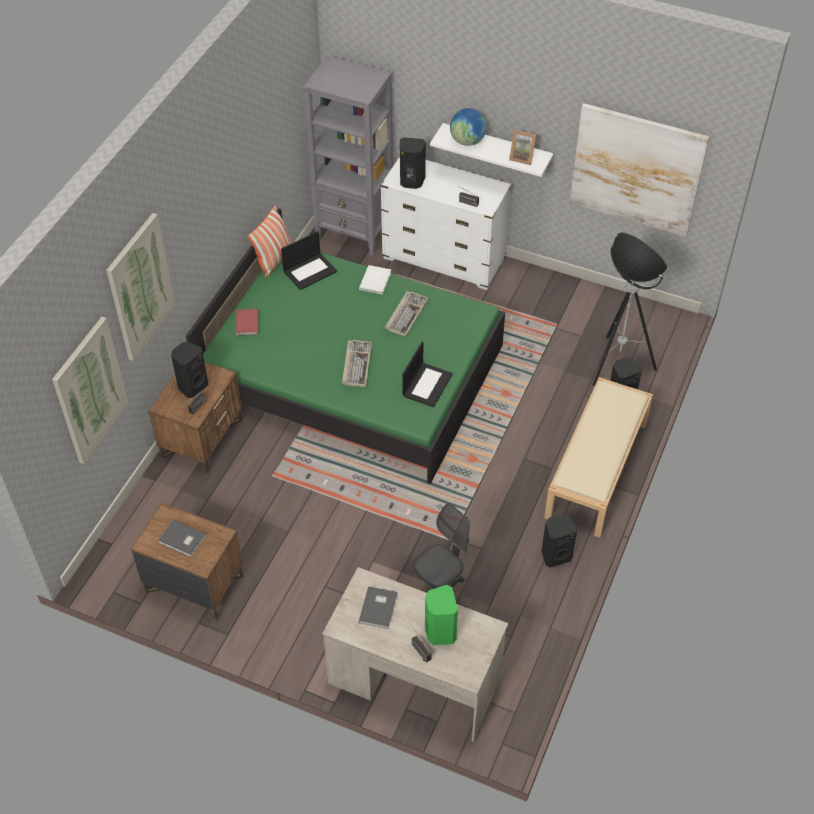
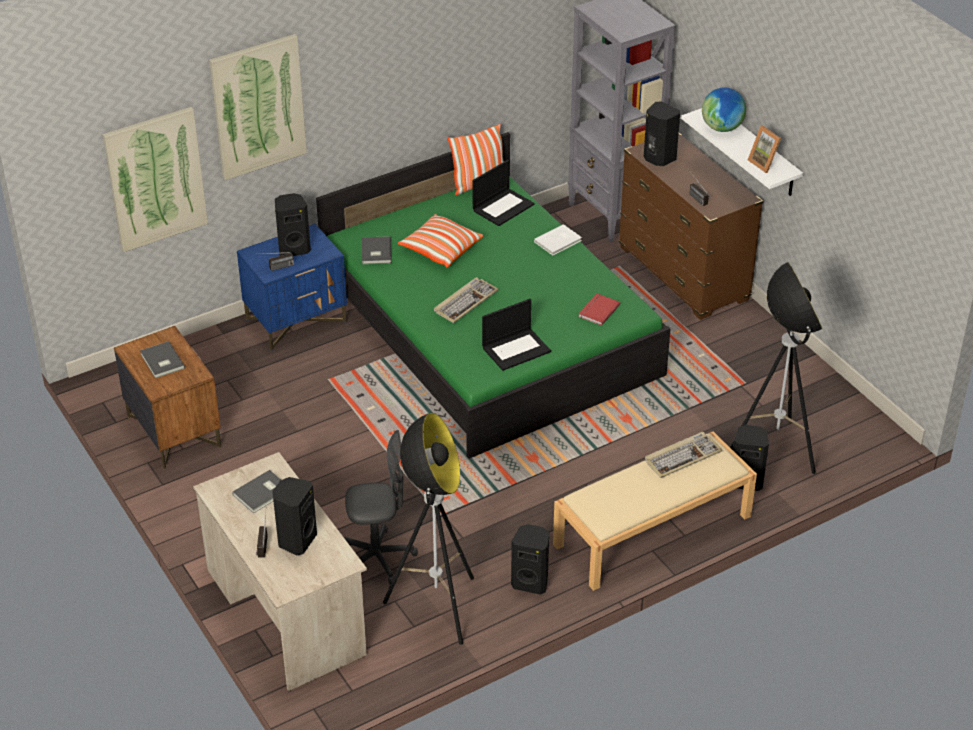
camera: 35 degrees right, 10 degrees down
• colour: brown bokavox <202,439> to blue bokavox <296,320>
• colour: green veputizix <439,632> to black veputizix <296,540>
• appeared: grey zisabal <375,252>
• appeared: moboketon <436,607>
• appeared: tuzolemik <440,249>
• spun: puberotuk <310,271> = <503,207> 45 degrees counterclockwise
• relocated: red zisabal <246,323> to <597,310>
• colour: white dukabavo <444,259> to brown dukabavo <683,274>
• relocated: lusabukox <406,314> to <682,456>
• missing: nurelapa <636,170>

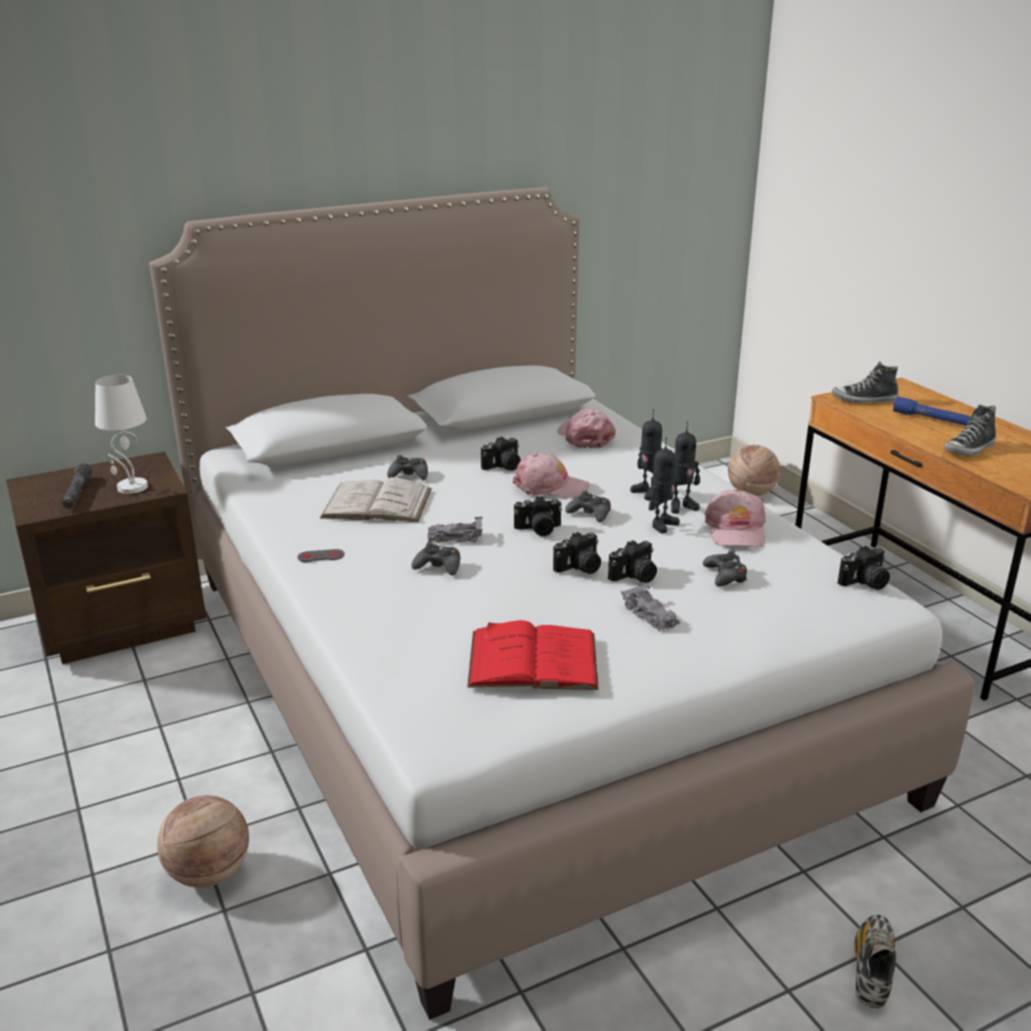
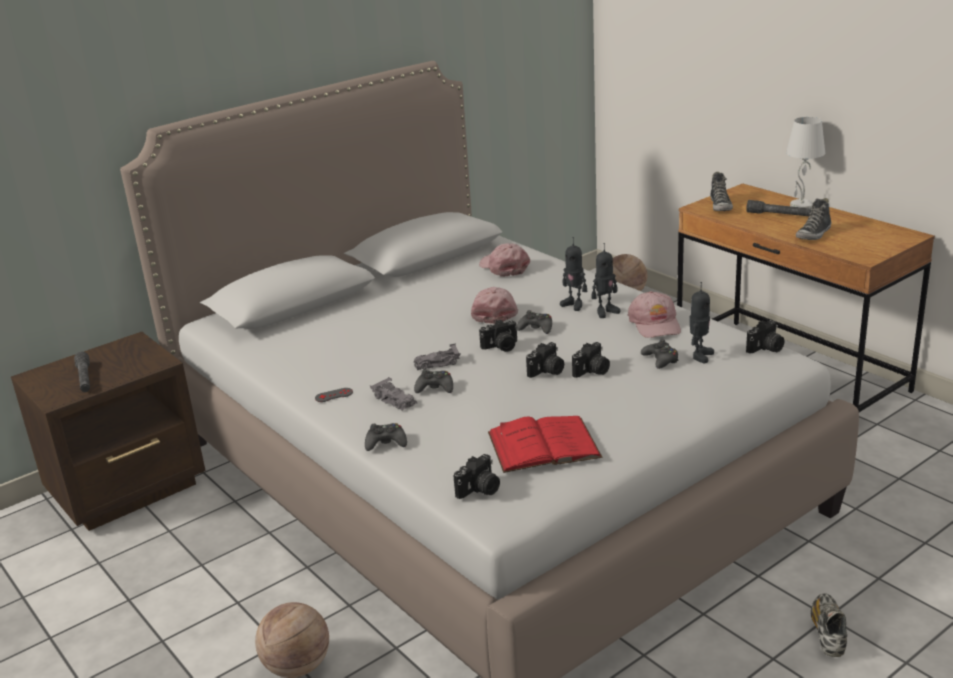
camera: 10 degrees left, 0 degrees up
• relocated: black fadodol <409,475> to <386,443>
• relocated: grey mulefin <651,615> to <395,400>
• relocated: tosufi <503,467> to <479,490>
• spun: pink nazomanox <550,487> = <494,312> 90 degrees counterclockwise
• relocated: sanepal <661,525> to <700,356>
• spun: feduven <864,400> = <720,206> 75 degrees counterclockwise
• colour: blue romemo <932,420> to grey romemo <778,215>
• relocated: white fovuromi <131,487> to <801,206>
• missing: white zisabal <377,503>

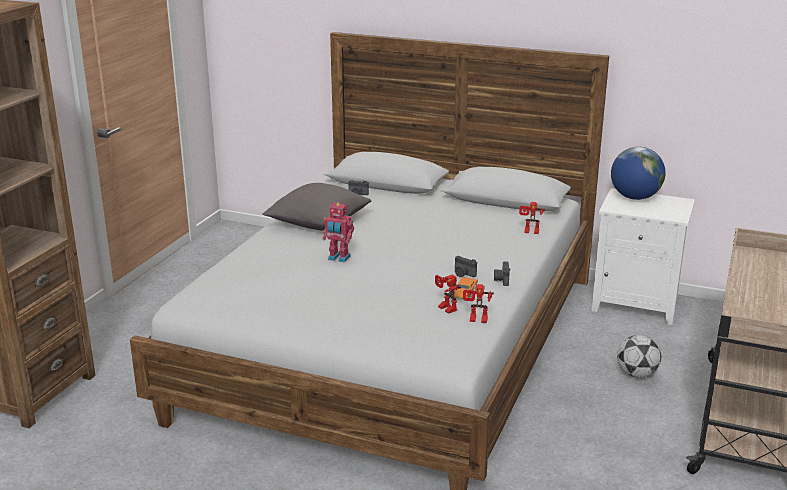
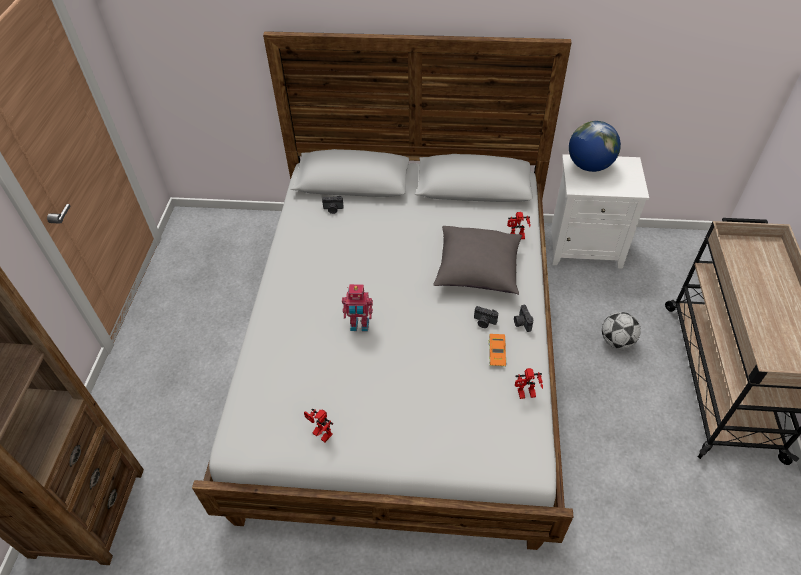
camera: 15 degrees left, 25 degrees up
• relocated: sanepal <444,308> to <319,434>
• relocated: grey tuzolemik <318,223> to <477,271>

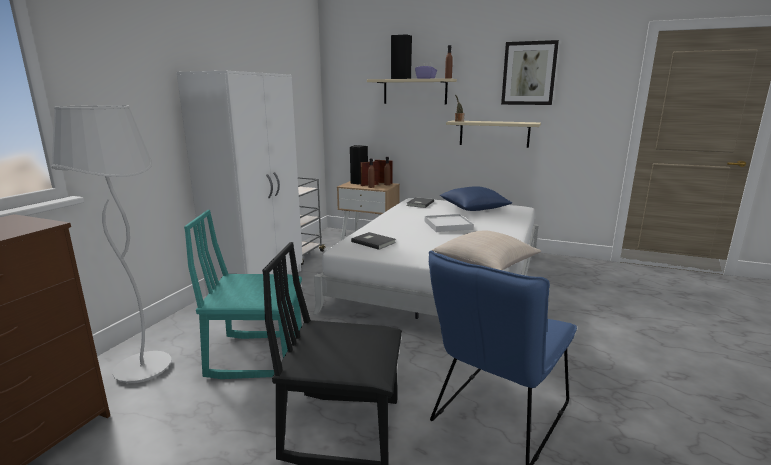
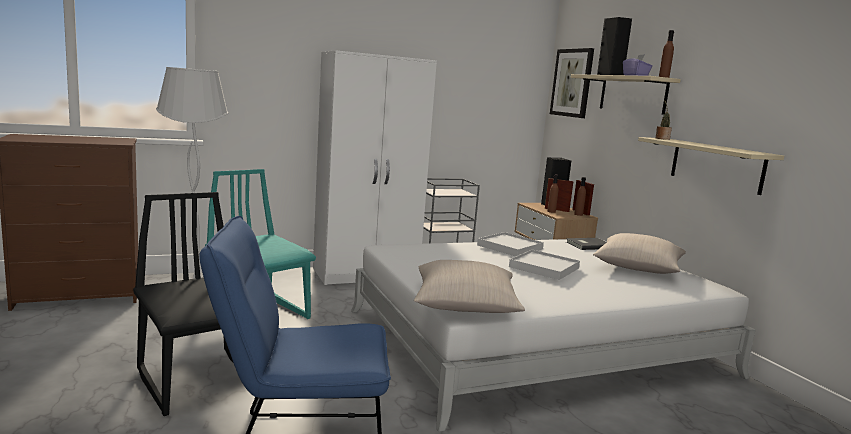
camera: 45 degrees right, 5 degrees down
• appeared: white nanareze <510,247>
• relocated: nurelapa <529,73> to <572,83>
• colour: blue tuzolemik <474,208> to beige tuzolemik <638,267>
• missing: grey zisabal <373,242>

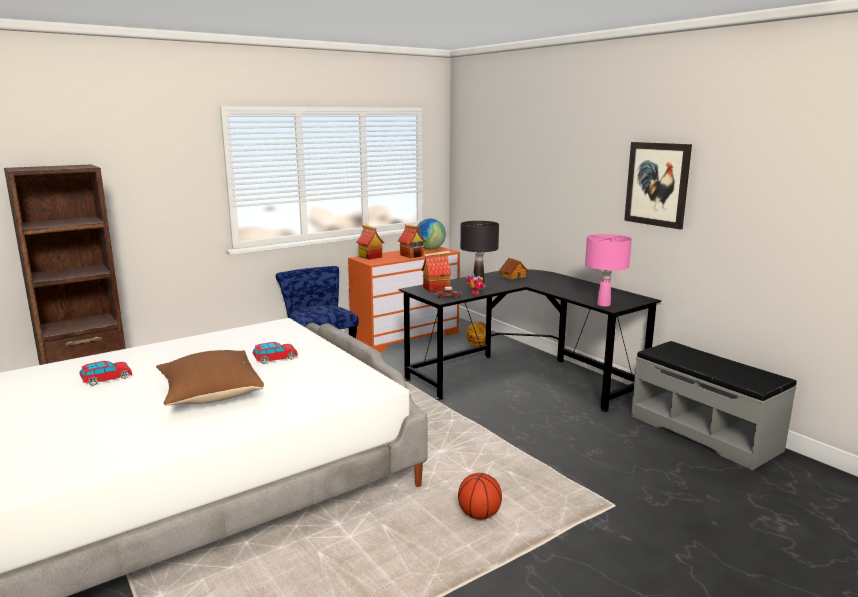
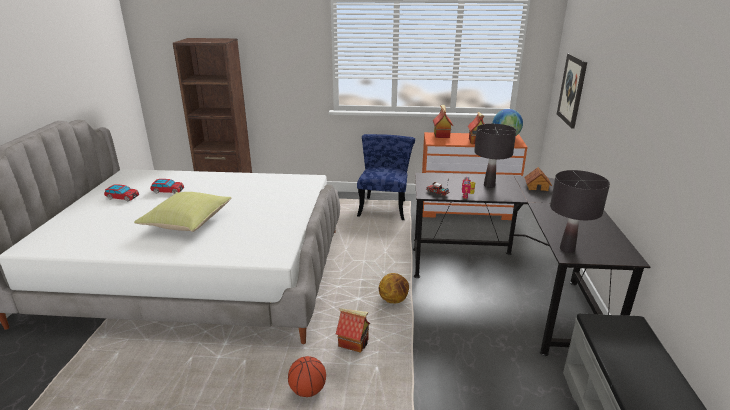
camera: 40 degrees right, 10 degrees up
• relocated: mulefin <275,359> to <122,197>
• colour: brown tuzolemik <210,395> to yellow tuzolemik <187,223>
• relocated: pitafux <436,288> to <354,343>
• relocated: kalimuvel <478,346> to <394,300>
• colour: pink fovuromi <603,305> to black fovuromi <567,249>
• relocated: nurelapa <657,184> to <572,90>

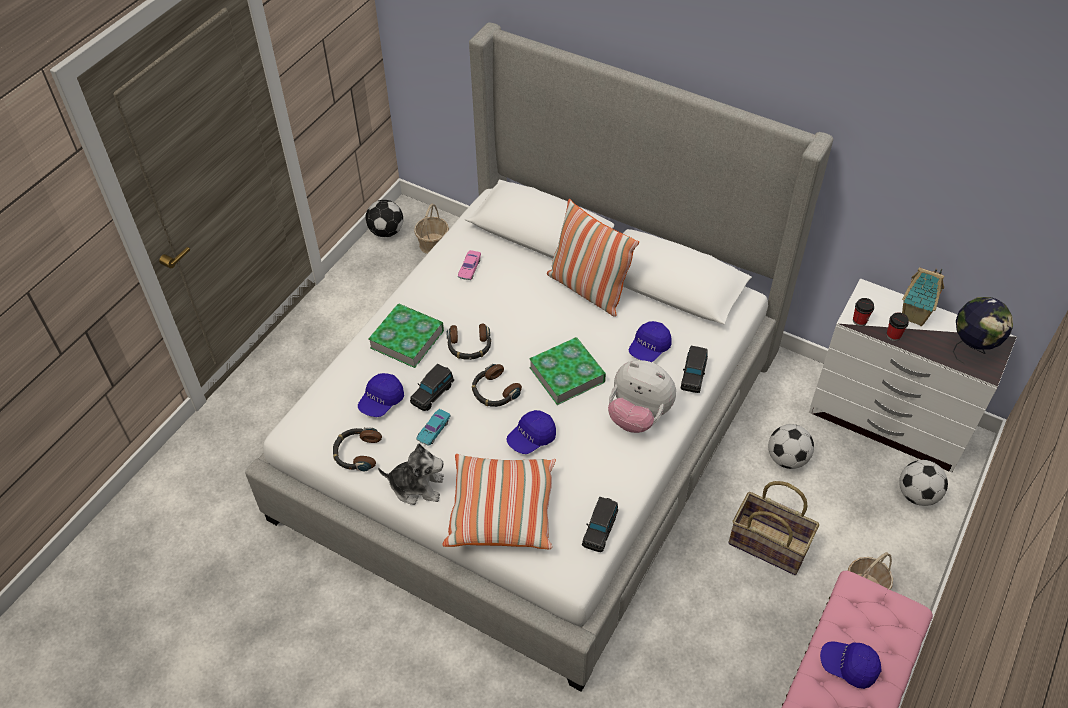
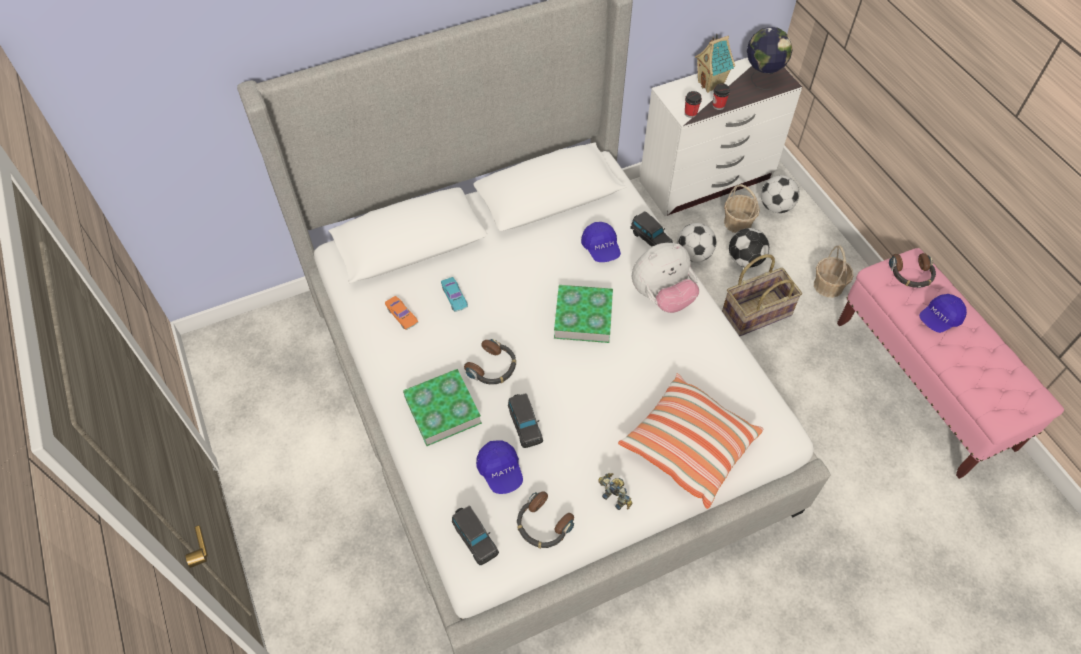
camera: 55 degrees left, 5 degrees up
• colour: pink mulefin <469,268> to orange mulefin <402,315>
• relocated: turquoise mulefin <434,430> to <454,297>
• relocated: black mulefin <600,529> to <475,538>
• exchanged: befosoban <417,486> to sanepal <616,496>
• relocated: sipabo <433,244> to <737,222>
• relocated: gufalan <387,232> to <745,259>
• relocated: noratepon <494,391> to <911,274>
• missing: blue nazomanox <531,438>
• missing: tuzolemik <587,289>

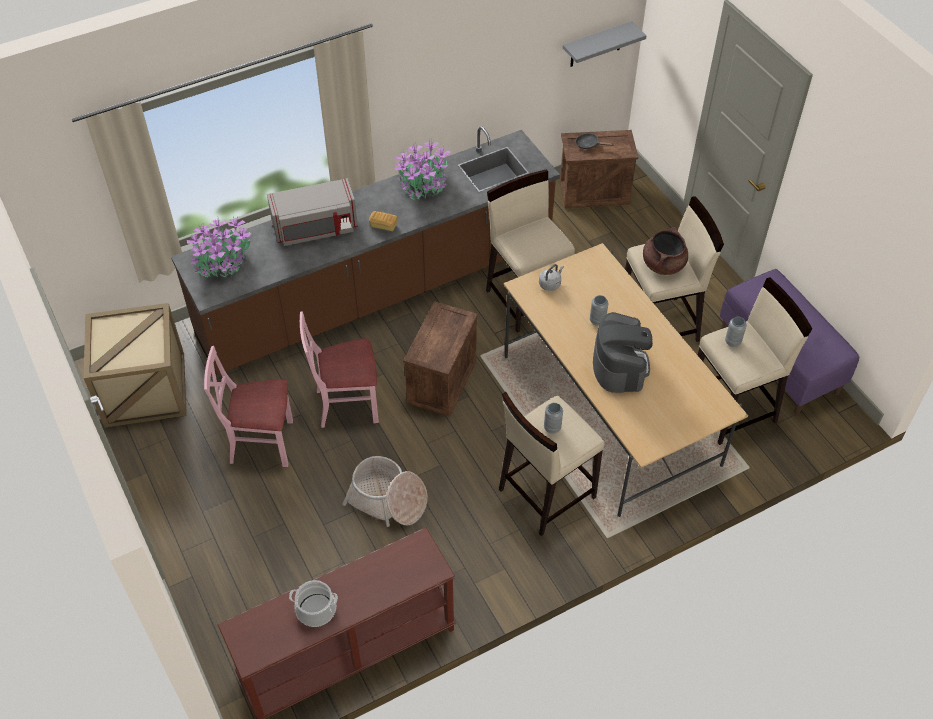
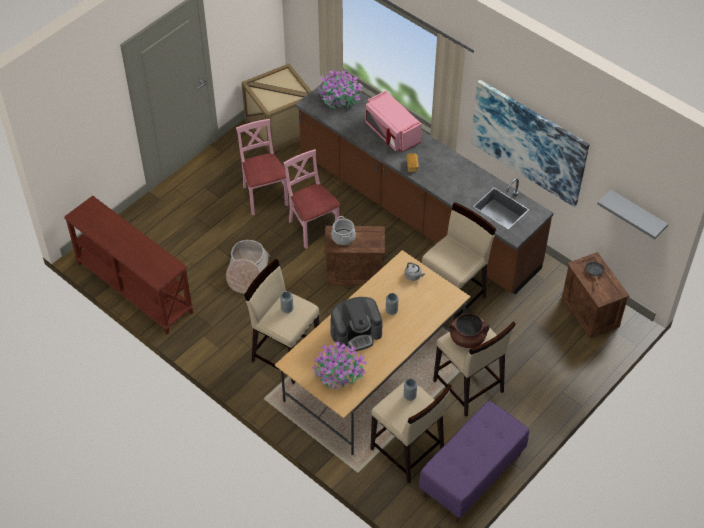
camera: 70 degrees right, 0 degrees up
• relocated: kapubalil <423,185> to <339,375>
• relocated: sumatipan <316,610> to <343,237>
• colour: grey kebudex <315,229> to pink kebudex <391,133>
• appeared: nurelapa <529,142>

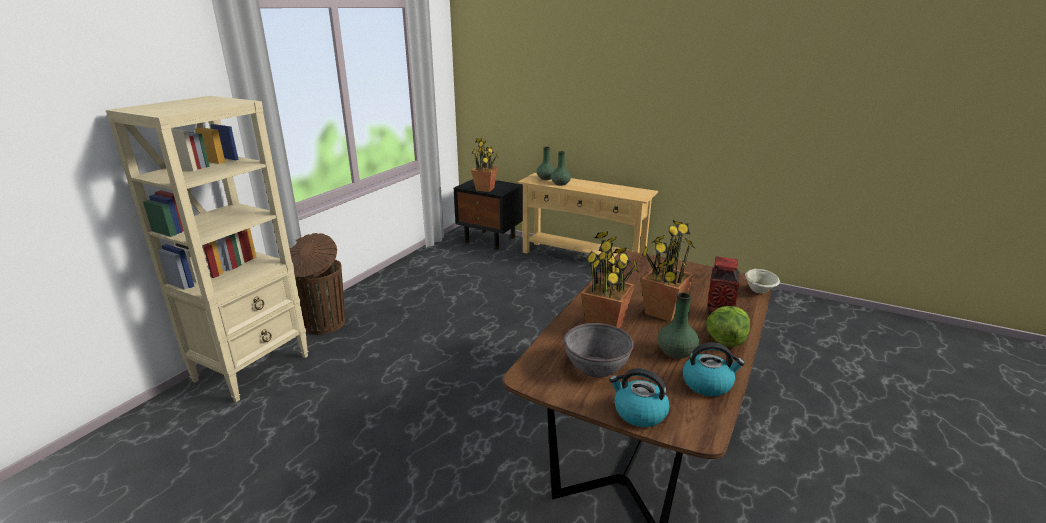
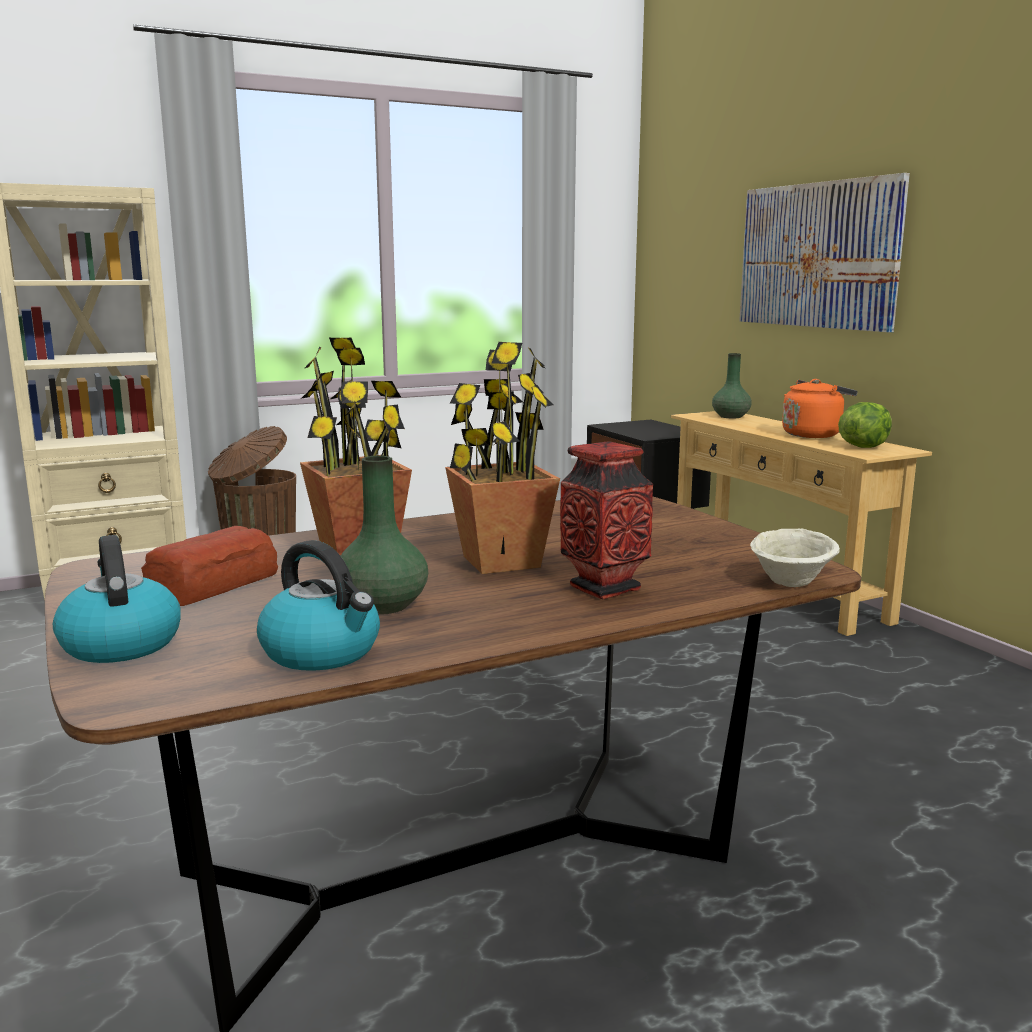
camera: 35 degrees right, 10 degrees down
• exchanged: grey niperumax <596,366> to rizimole <215,584>
• appeared: nurelapa <817,255>
• appeared: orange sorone <813,434>
• relocated: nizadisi <725,341> to <863,447>
• missing: kapubalil <485,189>
• missing: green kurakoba <560,184>

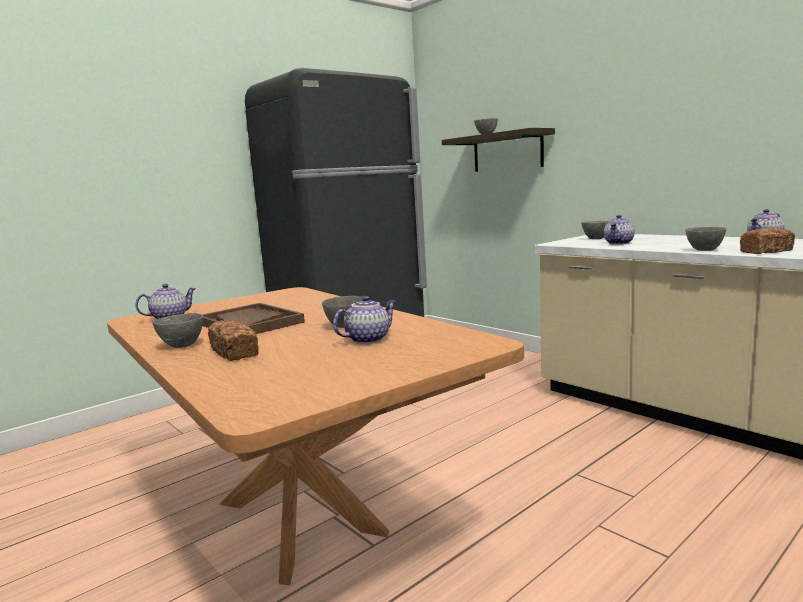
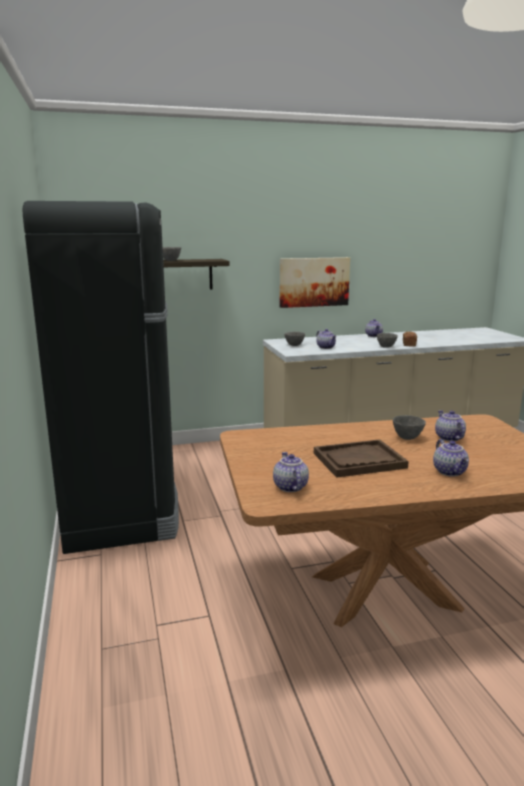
camera: 65 degrees left, 5 degrees up
• appeared: nurelapa <314,282>
• exchanged: rizimole <234,353> to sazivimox <450,472>
• missing: grey niperumax <181,346>

